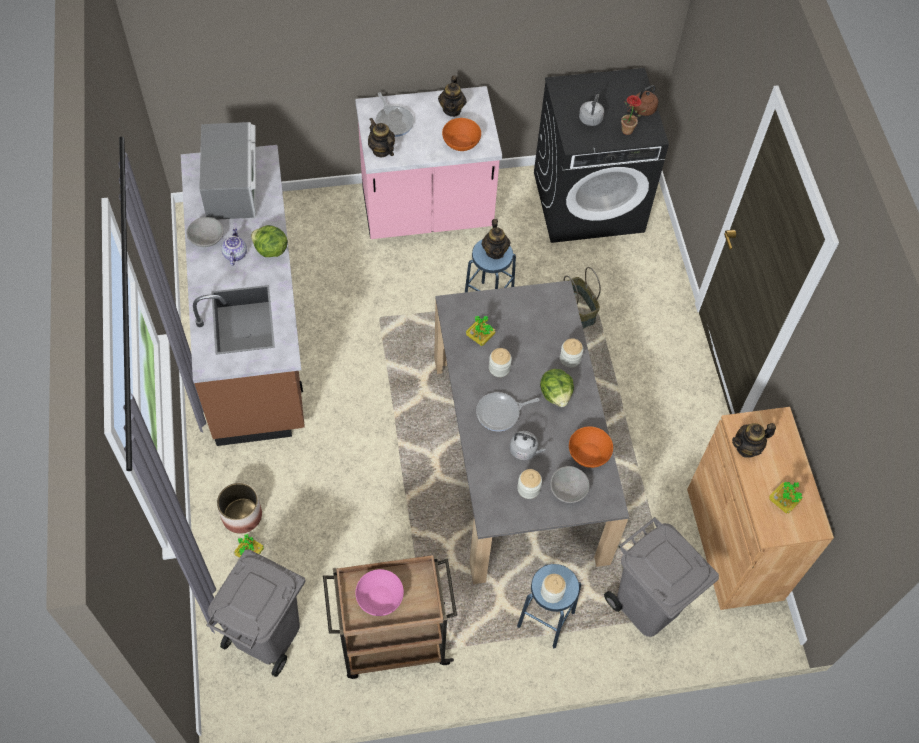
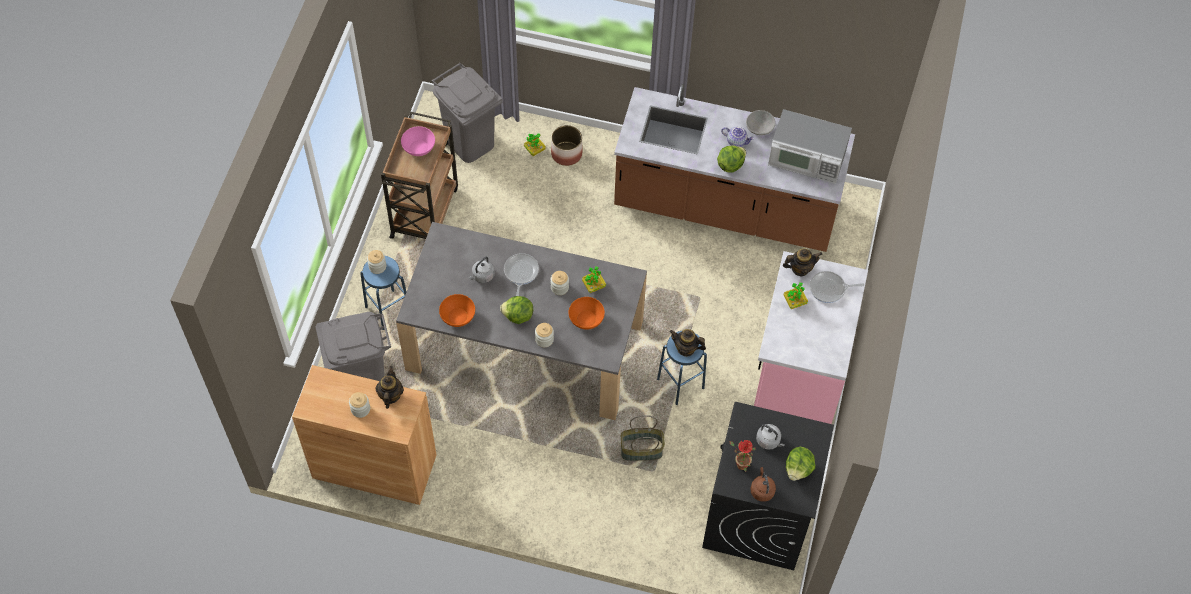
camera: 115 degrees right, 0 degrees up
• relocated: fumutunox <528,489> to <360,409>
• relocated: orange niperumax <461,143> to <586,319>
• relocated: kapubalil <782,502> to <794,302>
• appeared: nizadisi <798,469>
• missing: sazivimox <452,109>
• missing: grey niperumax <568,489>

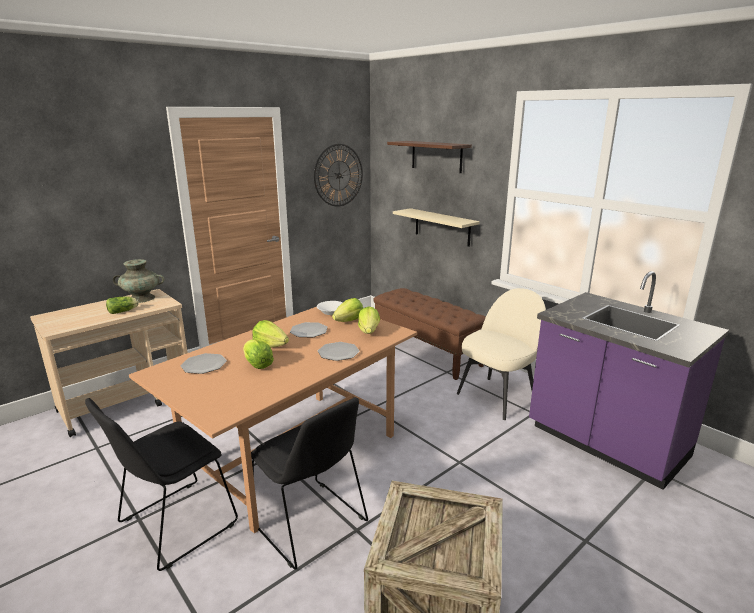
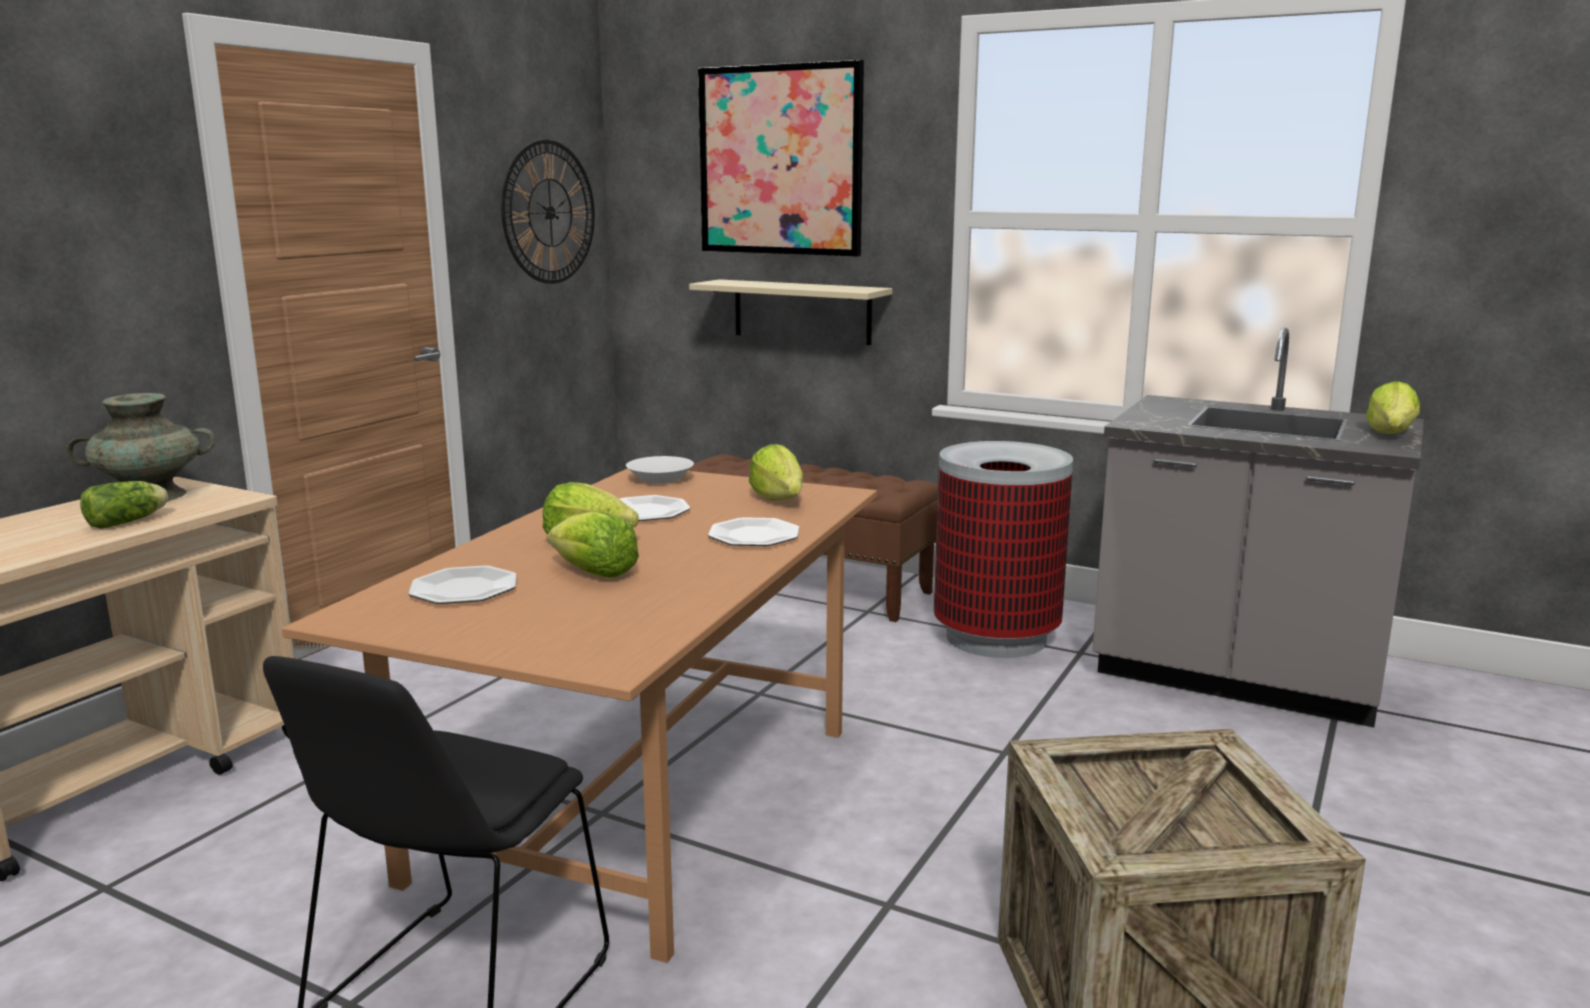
camera: 20 degrees left, 5 degrees down
• exchanged: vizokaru <436,156> to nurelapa <780,160>
• exchanged: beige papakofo <497,397> to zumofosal <996,637>
• colour: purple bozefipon <605,443> to grey bozefipon <1236,678>
• relocated: nizadisi <349,321> to <1390,434>
• missing: black papakofo <311,524>

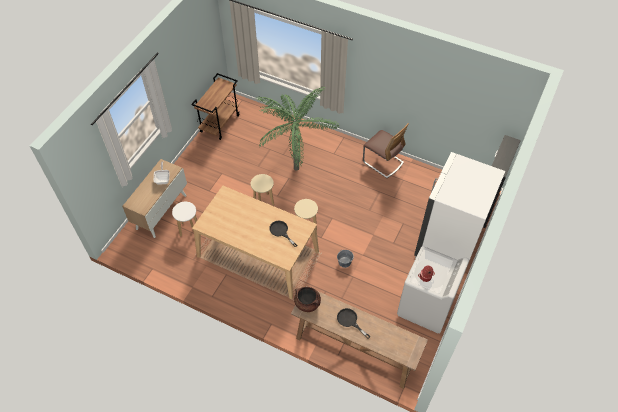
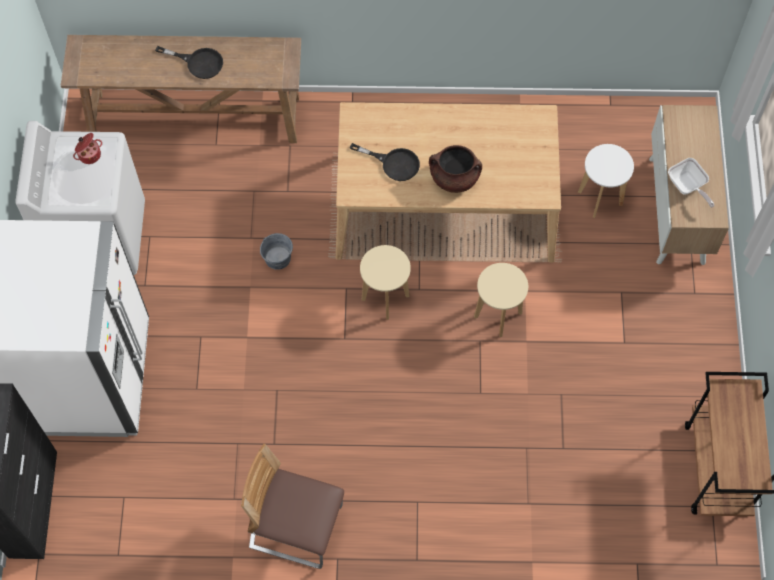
camera: 155 degrees right, 10 degrees up
• relocated: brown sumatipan <307,303> to <454,178>
• missing: kapubalil <295,161>

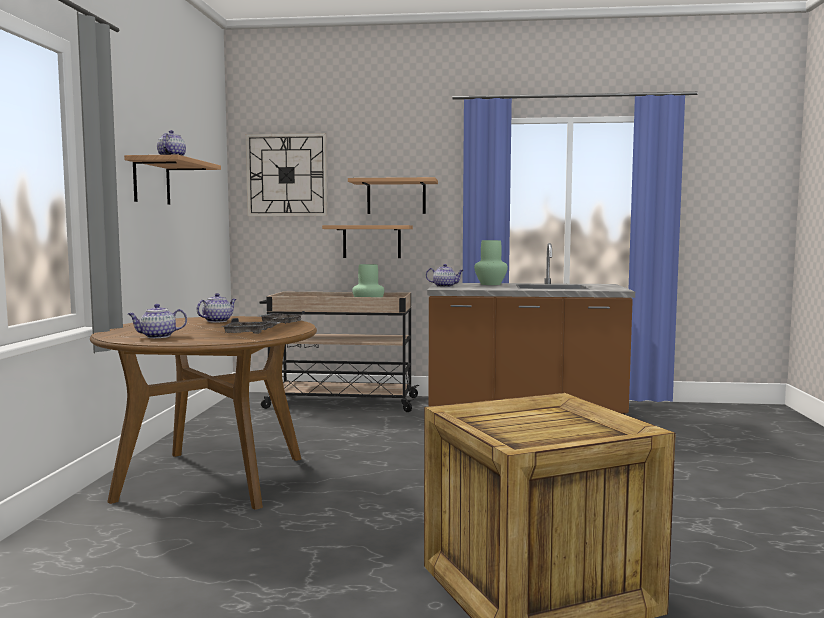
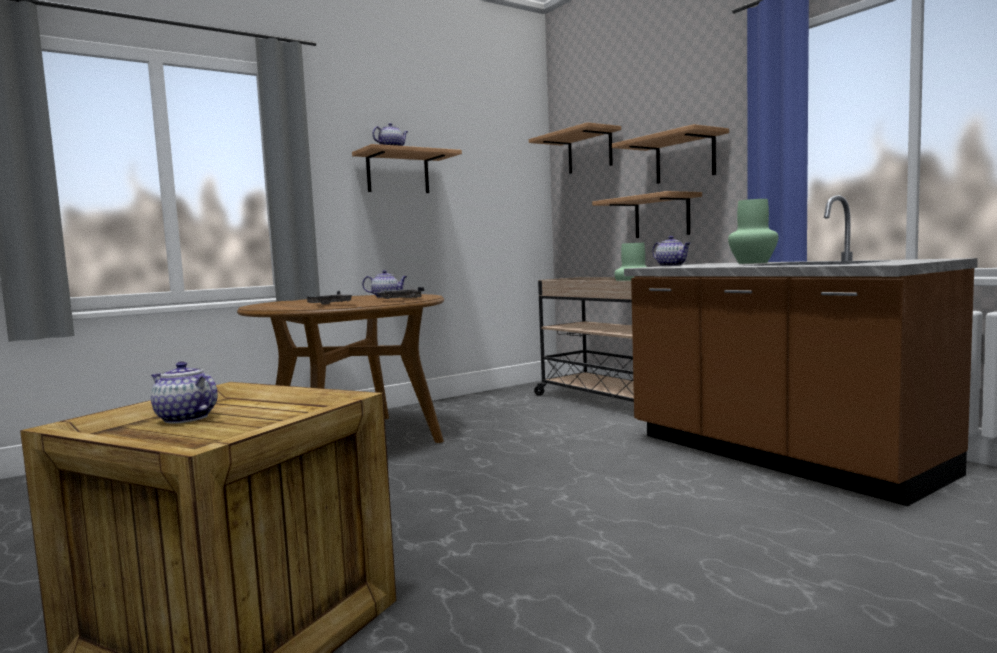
camera: 50 degrees right, 0 degrees up
• relocated: sazivimox <157,336> to <184,418>
• exchanged: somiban <287,175> to vizokaru <590,152>

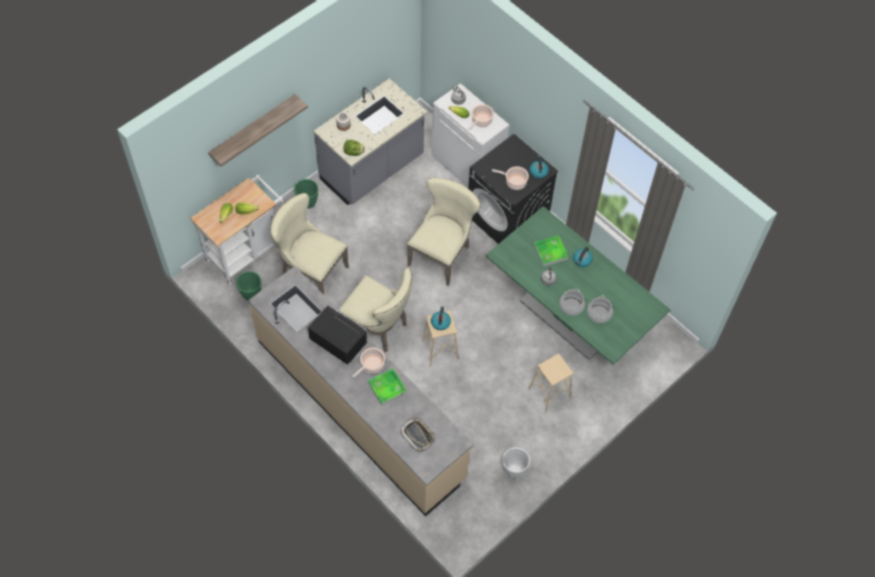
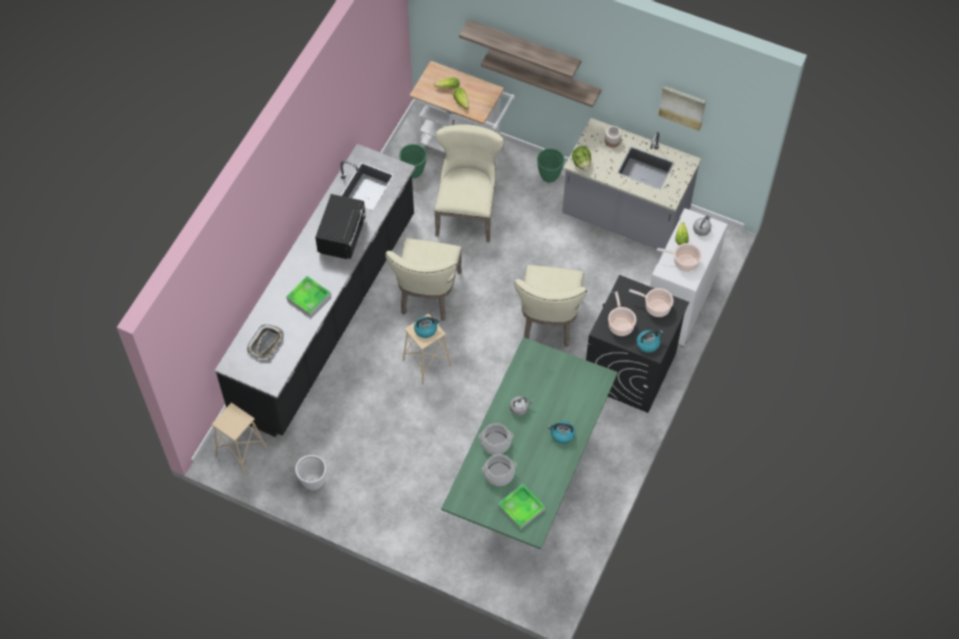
camera: 70 degrees right, 0 degrees up
• relocated: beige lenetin <549,394> to <241,450>
• colour: beige bozefipon <360,408> to black bozefipon <326,315>
• appeared: vizokaru <544,76>
• relocated: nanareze <550,252> to <521,508>
• spun: beige papakofo <442,253> = <549,322> 90 degrees clockwise
• relocated: sumatipan <371,366> to <655,307>
• appeared: nurelapa <682,106>

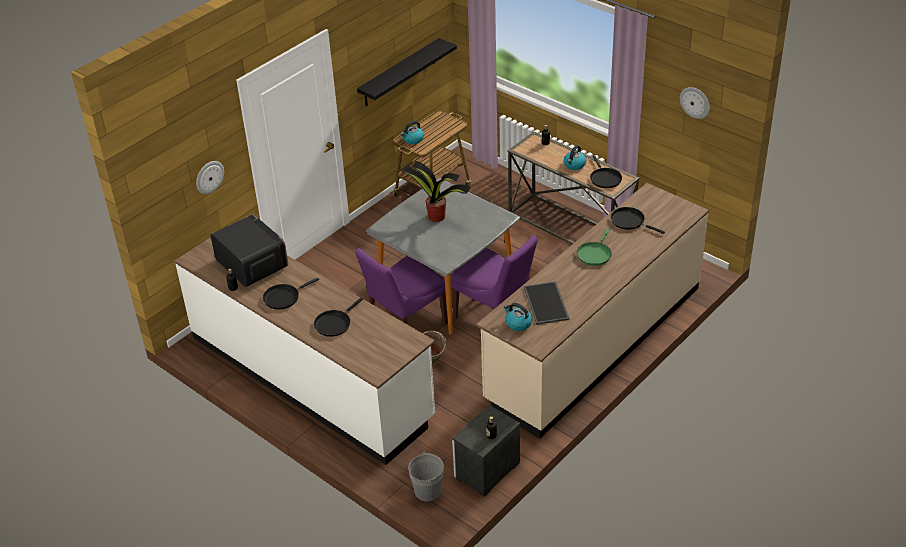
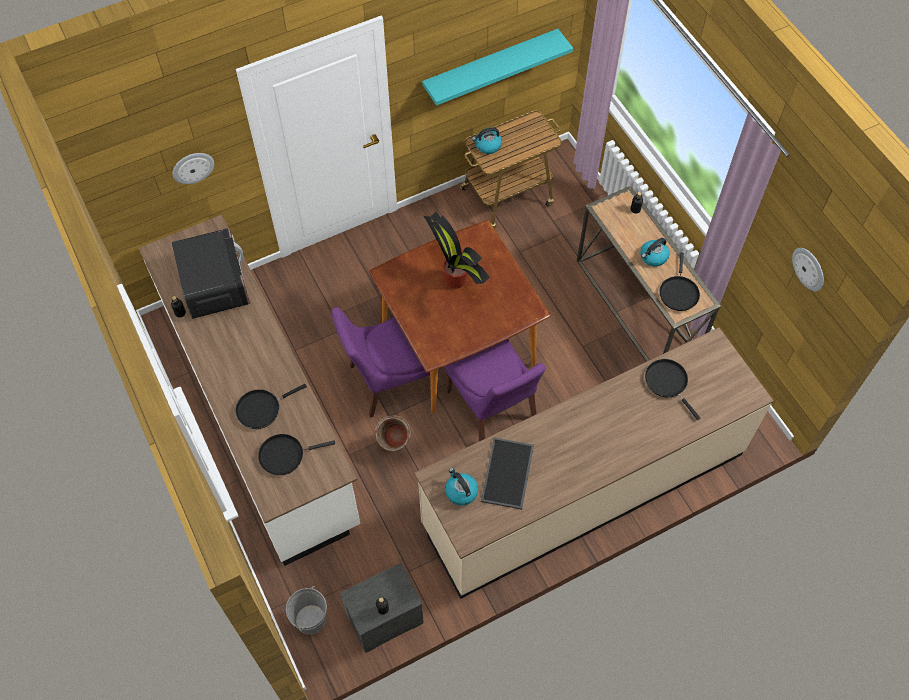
camera: 20 degrees right, 20 degrees up
• relocated: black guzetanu <283,297> to <285,455>
• colour: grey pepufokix <447,287> to brown pepufokix <459,344>
• colour: black vizokaru <399,73> to turquoise vizokaru <490,65>
• missing: green guzetanu <594,254>

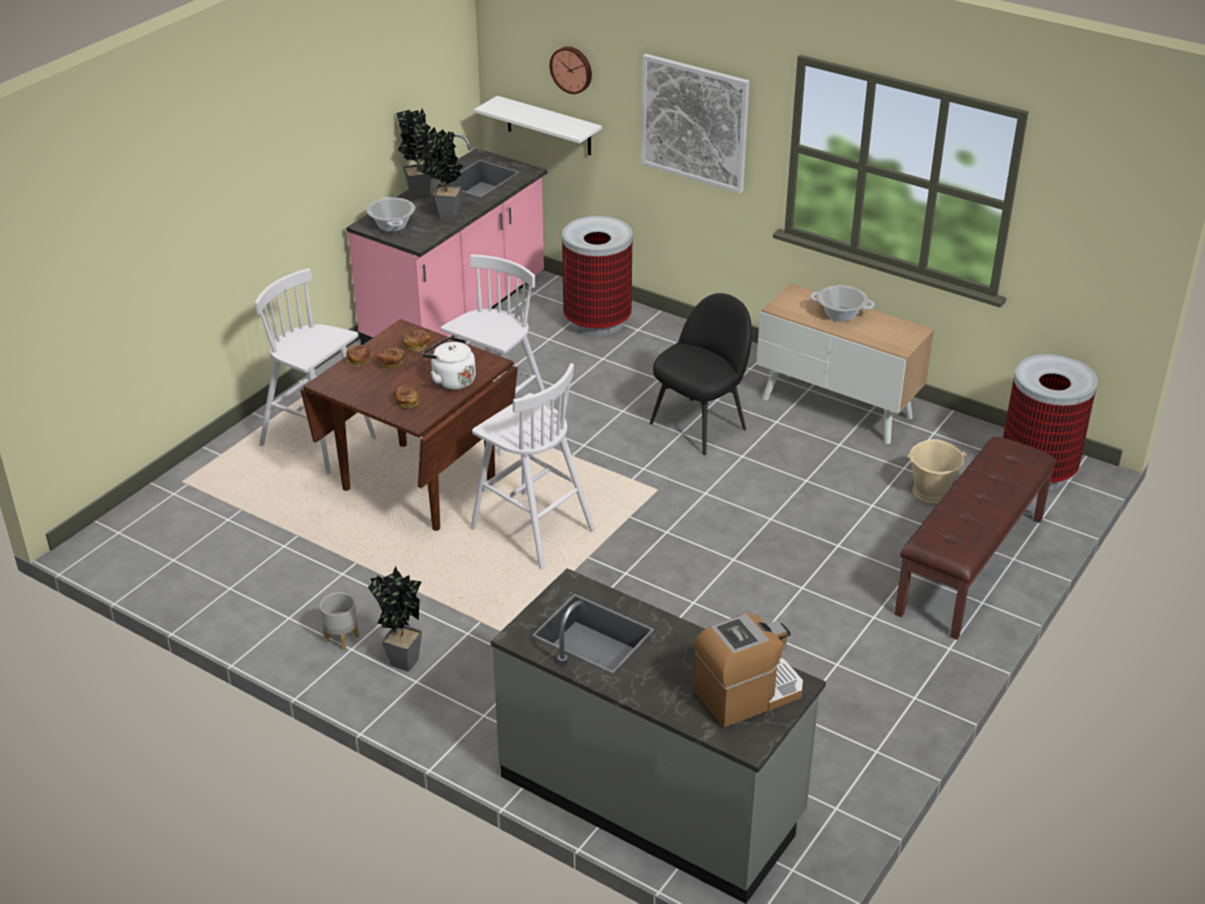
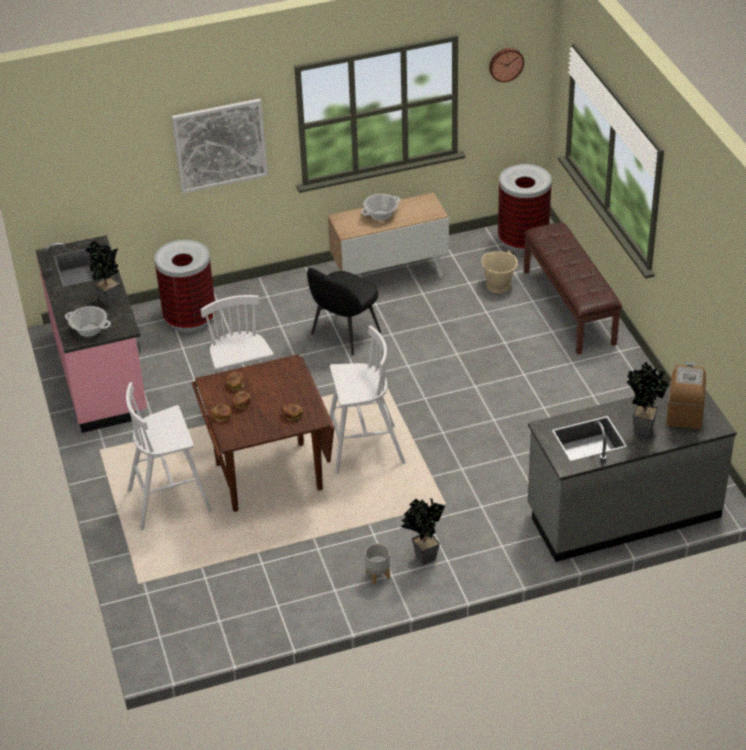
camera: 50 degrees left, 5 degrees up
• spun: black papakofo <700,425> = <344,334> 135 degrees counterclockwise
• relocated: somiban <572,69> to <505,64>
• relocated: kapubalil <420,192> to <640,428>
• missing: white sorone <451,380>
• missing: white vizokaru <549,126>

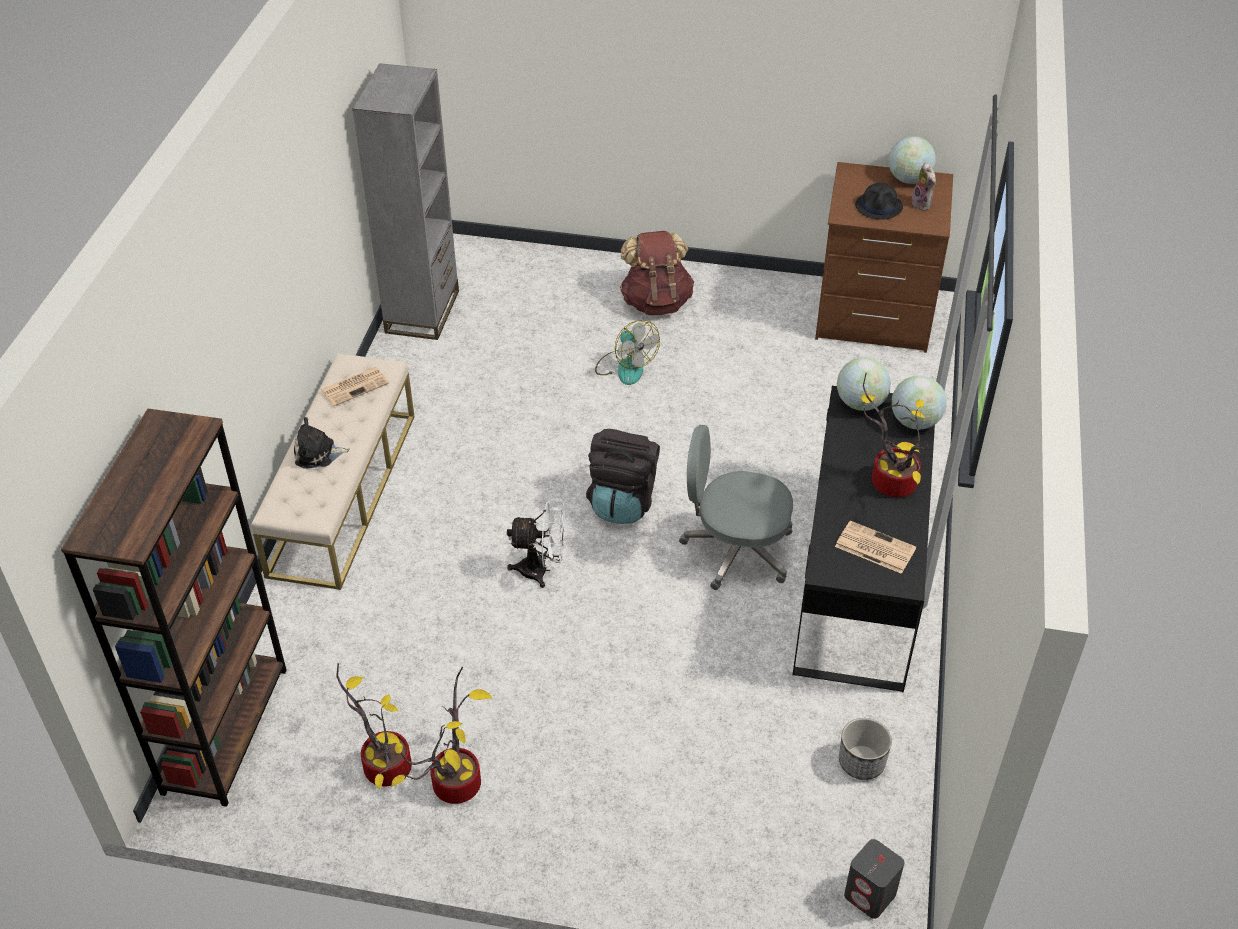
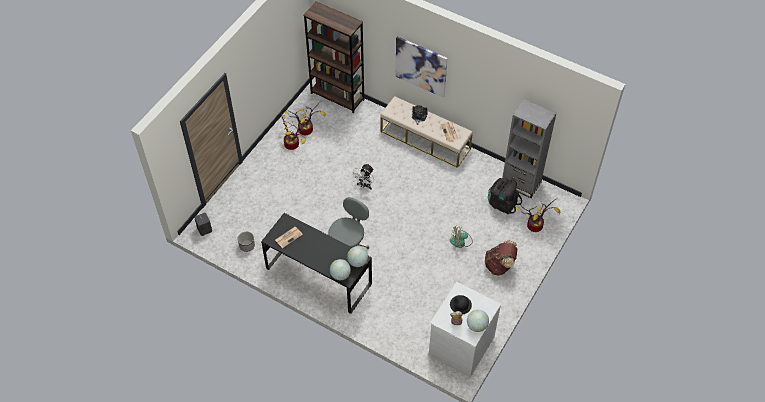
camera: 110 degrees right, 10 degrees up
• appeared: nurelapa <421,66>
• colour: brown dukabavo <873,316> to white dukabavo <460,345>
• relocated: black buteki <623,501> to <502,203>
• relocated: kapubalil <889,482> to <535,225>

